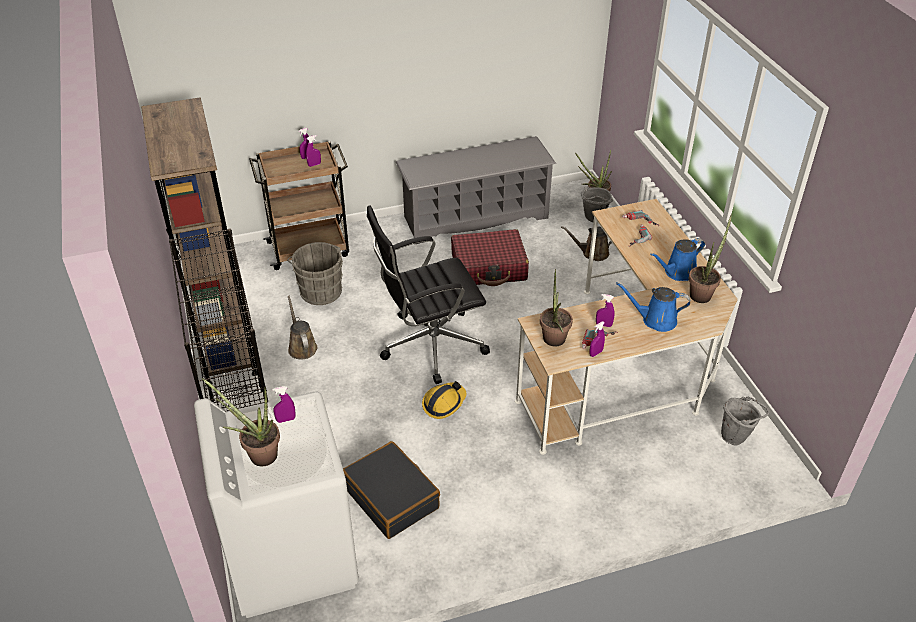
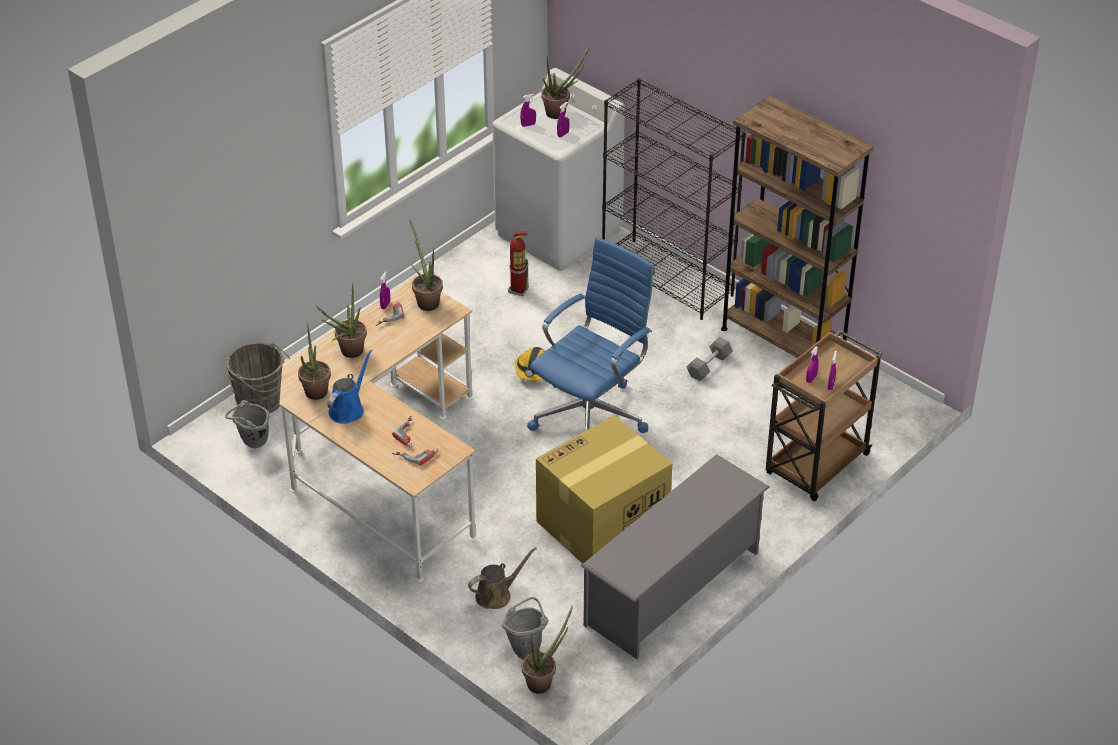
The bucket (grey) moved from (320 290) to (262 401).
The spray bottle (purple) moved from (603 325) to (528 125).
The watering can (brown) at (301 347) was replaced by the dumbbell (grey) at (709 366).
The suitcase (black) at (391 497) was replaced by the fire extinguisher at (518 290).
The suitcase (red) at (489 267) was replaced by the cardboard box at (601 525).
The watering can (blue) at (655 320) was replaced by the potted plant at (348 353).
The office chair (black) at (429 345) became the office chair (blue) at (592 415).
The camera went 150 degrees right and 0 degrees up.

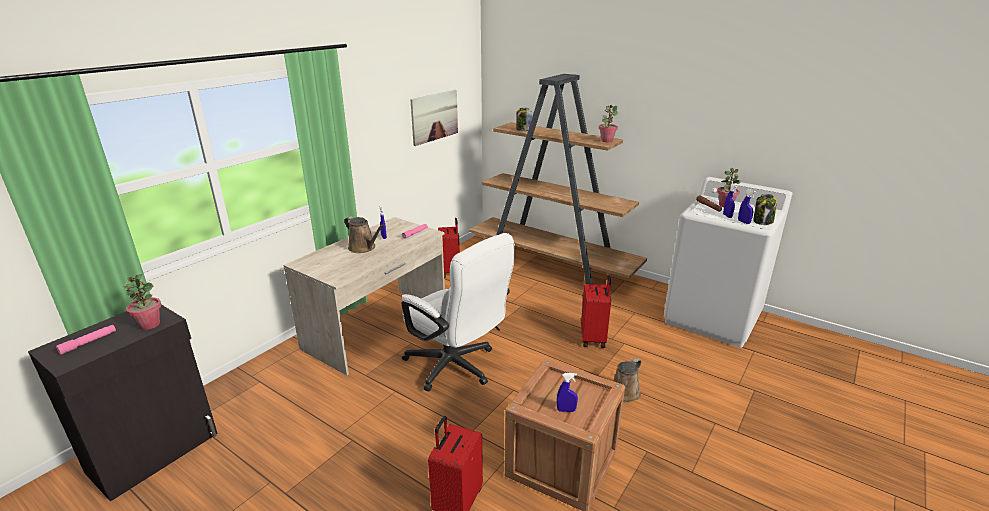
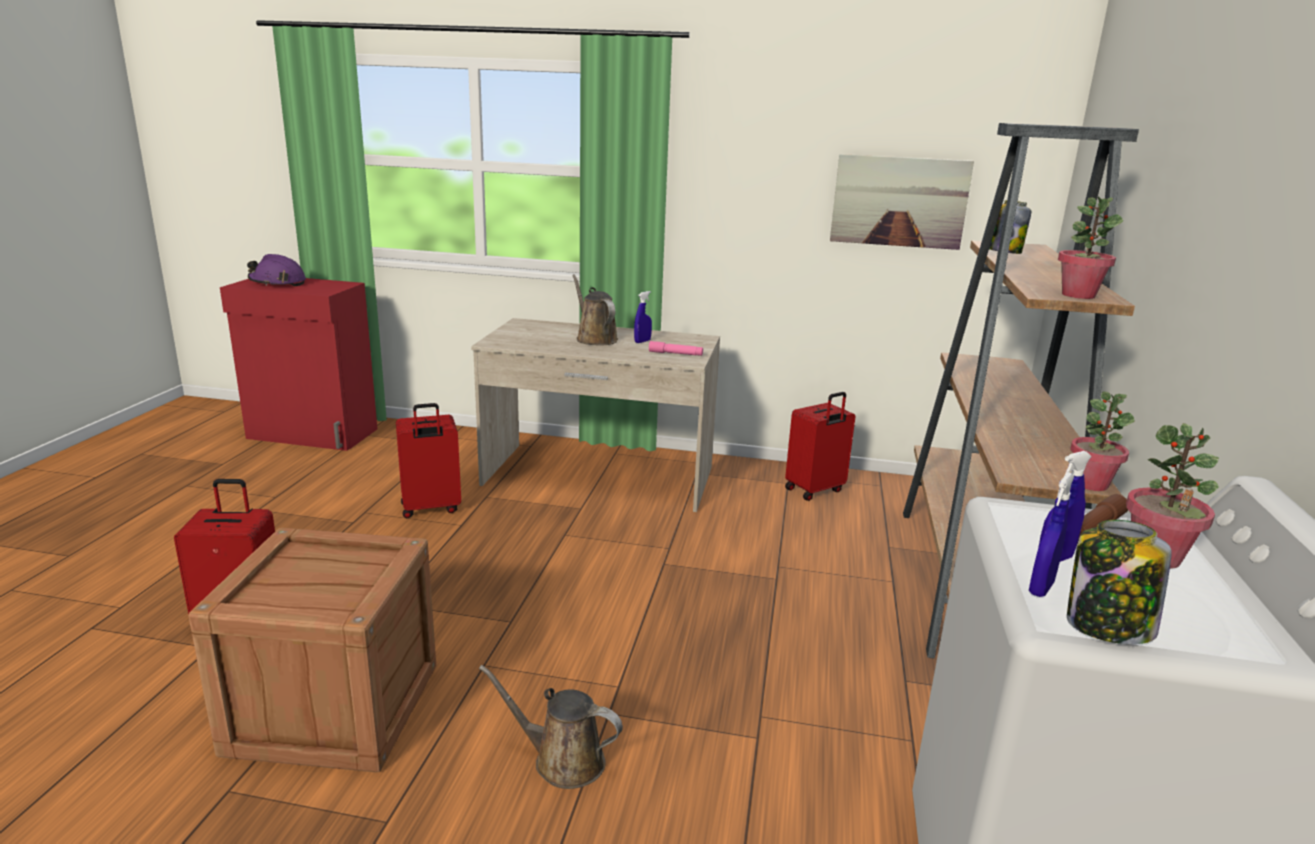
The office chair (white) at (456 368) disappeared.
The spray bottle (blue) at (566 410) disappeared.
The potted plant moved from (150 324) to (1091 484).
The suitcase (red) moved from (594 339) to (430 508).
The flashlight (pink) at (88 342) was replaced by the hard hat (purple) at (277 283).
The cabinet (black) at (156 452) became the cabinet (red) at (312 434).
The watering can (brown) at (363 248) turned 135 degrees clockwise.
The camera went 65 degrees right and 5 degrees down.

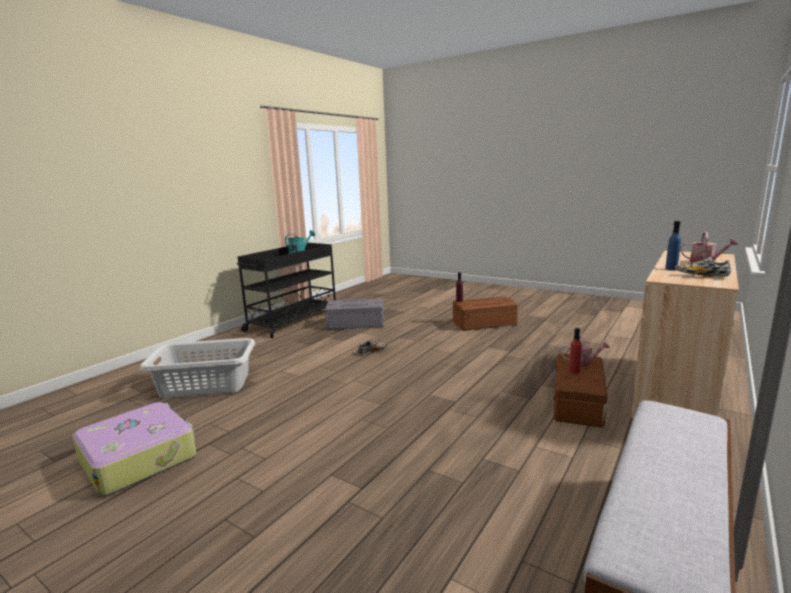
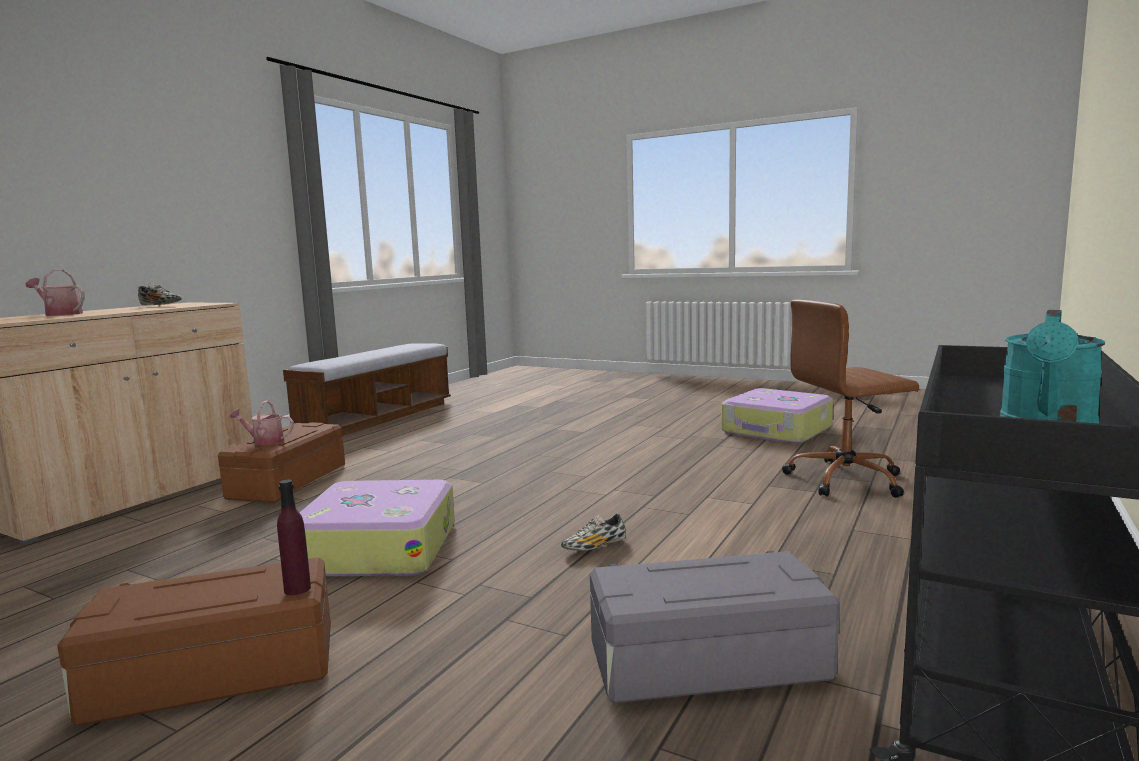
The bottle (red) at (574 371) disappeared.
The bottle (blue) at (671 269) disappeared.
The suitcase at (377 547) appeared.
The laundry basket (grey) at (206 385) was replaced by the office chair (brown) at (847 479).
The camera went 175 degrees right and 5 degrees down.

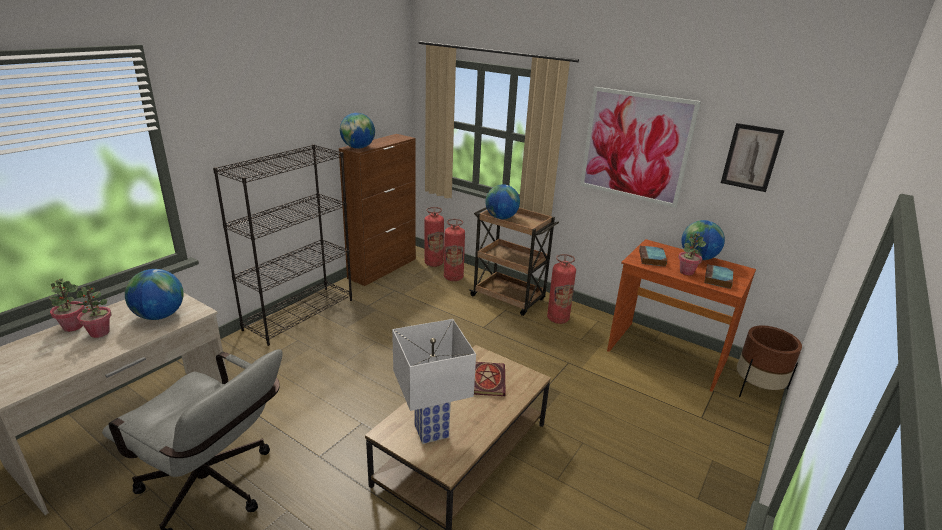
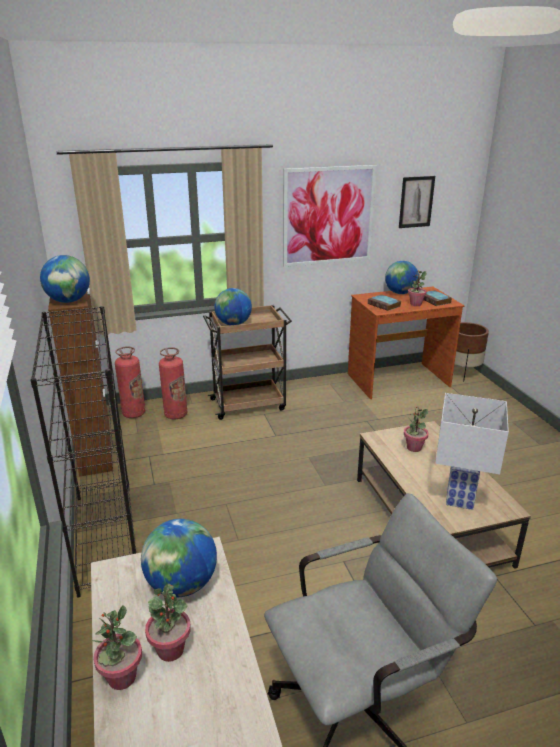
The fire extinguisher at (558 319) disappeared.
The book at (487 379) was replaced by the potted plant at (414 448).
The camera went 50 degrees left and 0 degrees up.

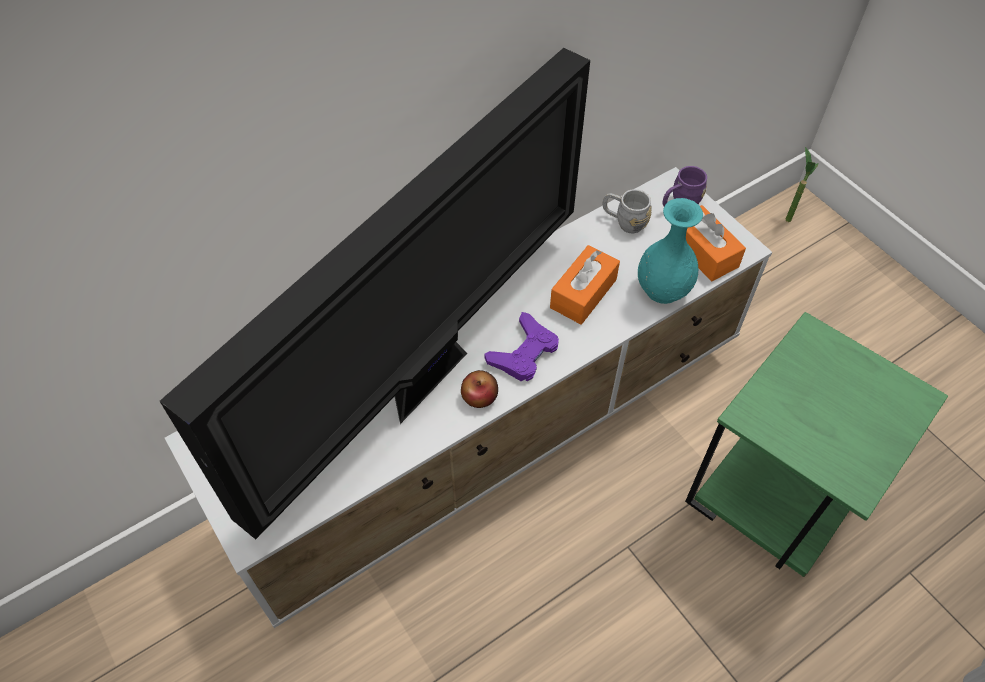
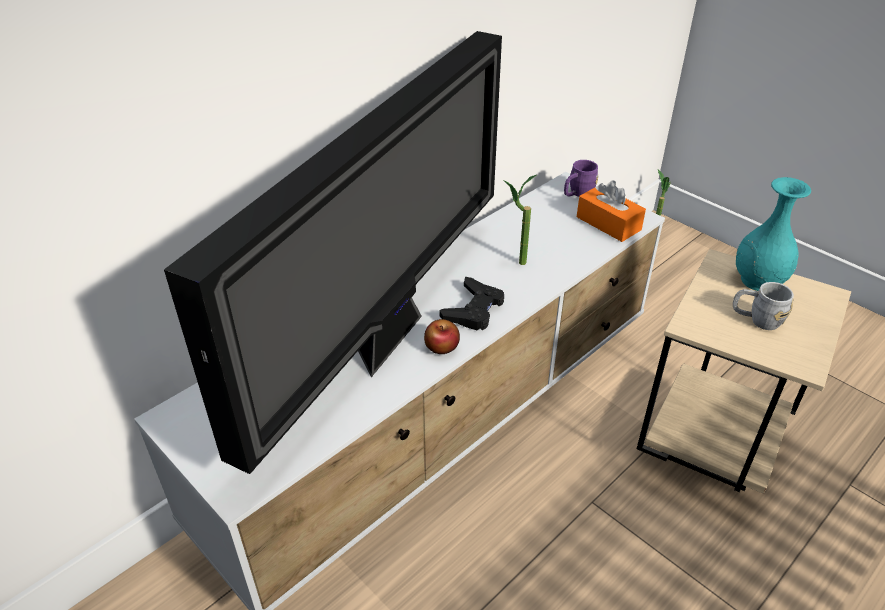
The mug (grey) moved from (624 221) to (756 319).
The vase (turquoise) moved from (663 289) to (758 280).
The tissue box (orange) at (583 293) was replaced by the potted plant at (514 262).
The game controller (purple) at (524 353) became the game controller (black) at (474 309).
The side table (green) at (770 503) became the side table (beige) at (709 446).
The camera went 10 degrees left and 15 degrees down.

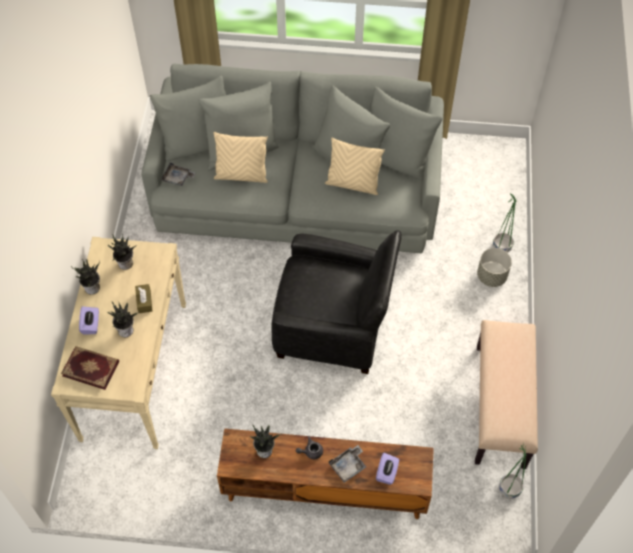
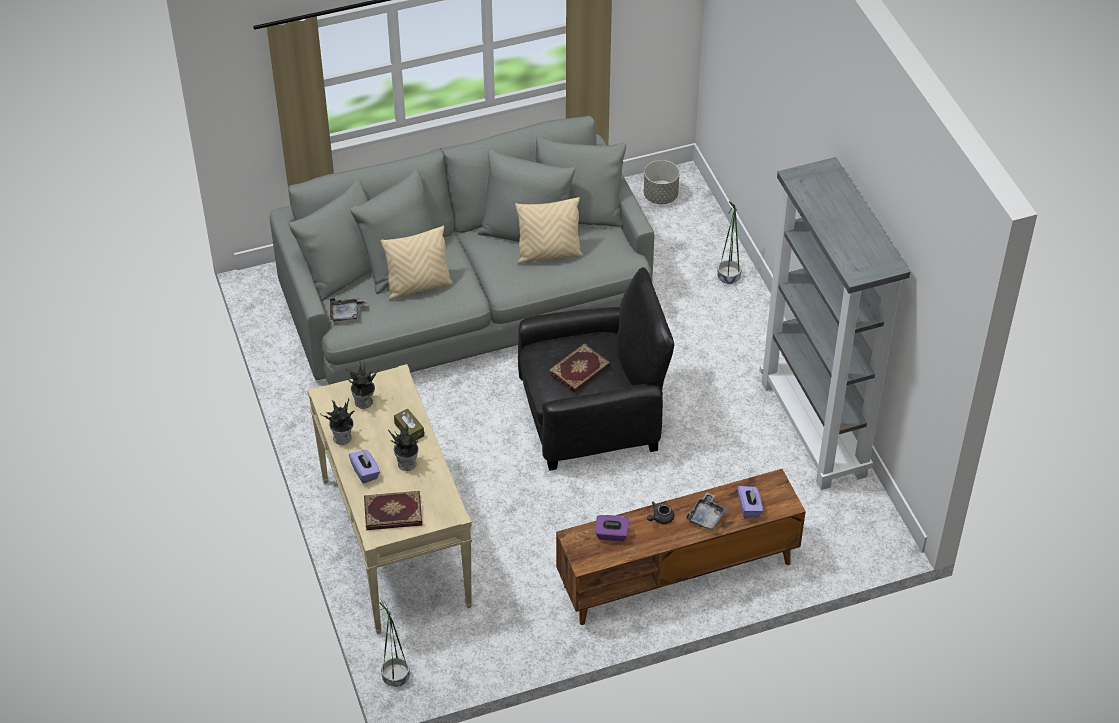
The book at (580 370) appeared.
The planter (grey) moved from (492 276) to (661 196).
The planter (green) moved from (509 488) to (395 676).
The potted plant at (264 450) was replaced by the tissue box (purple) at (611 535).
The bench (beige) at (501 406) was replaced by the bookcase (grey) at (815 429).
The camera went 25 degrees left and 10 degrees down.

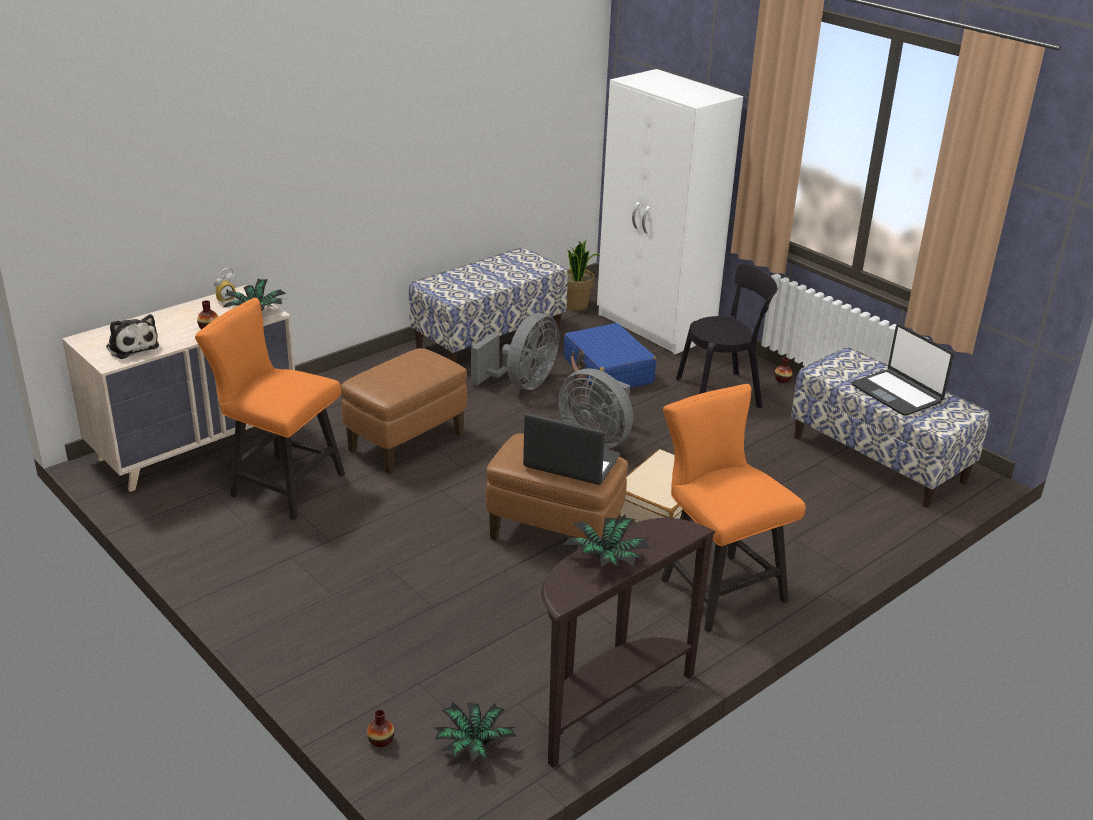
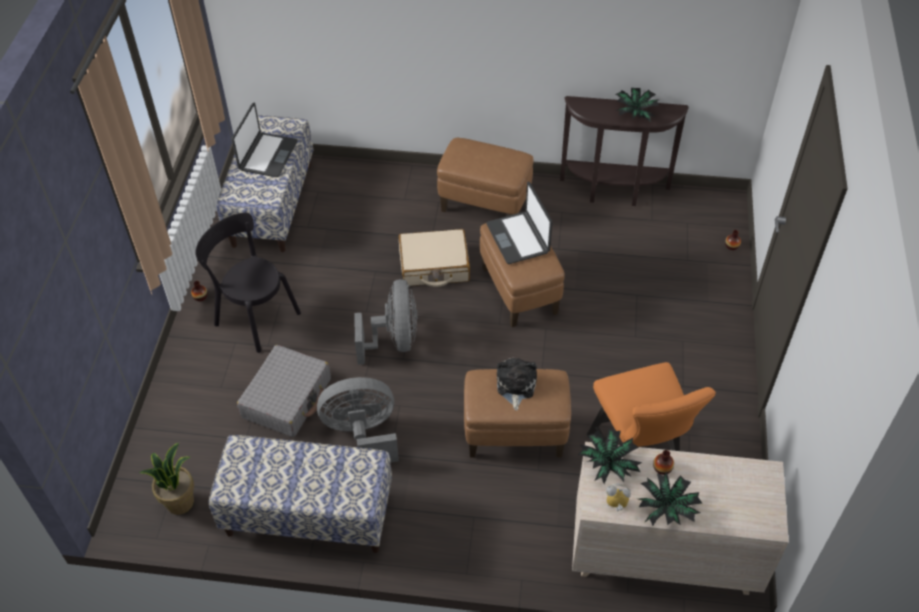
The wardrobe (white) at (655 327) disappeared.
The plush toy moved from (132 346) to (515 386).
The potted plant moved from (473 745) to (667 509).
The chair (orange) at (716 586) was replaced by the ottoman (brown) at (484 205).
The suitcase (blue) at (608 371) became the suitcase (grey) at (287 398).
The camera went 130 degrees left and 20 degrees up.

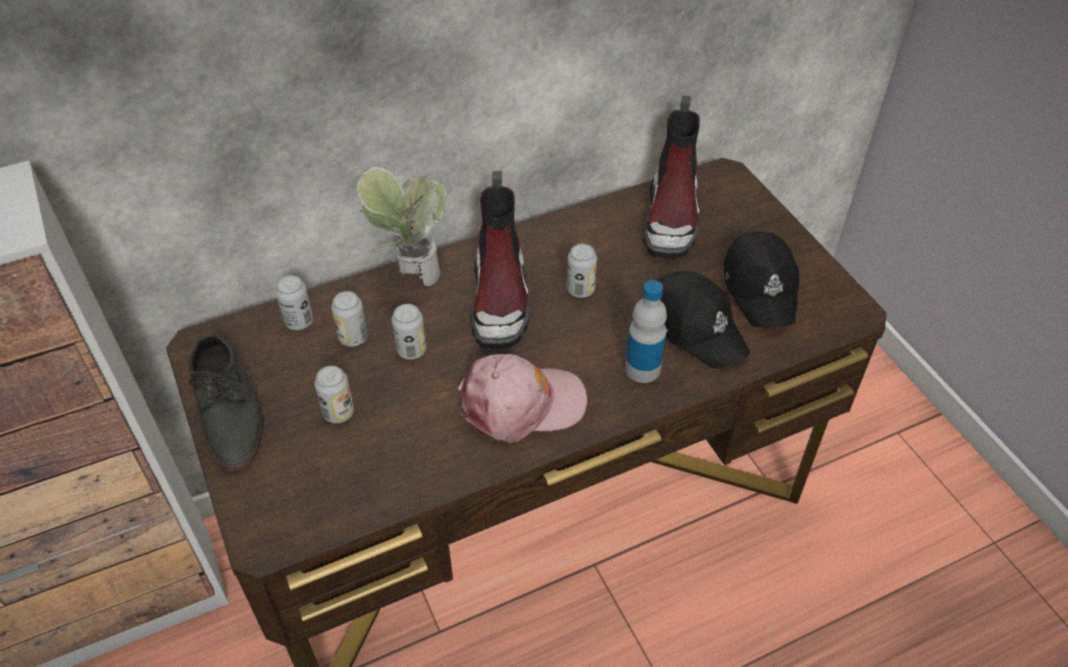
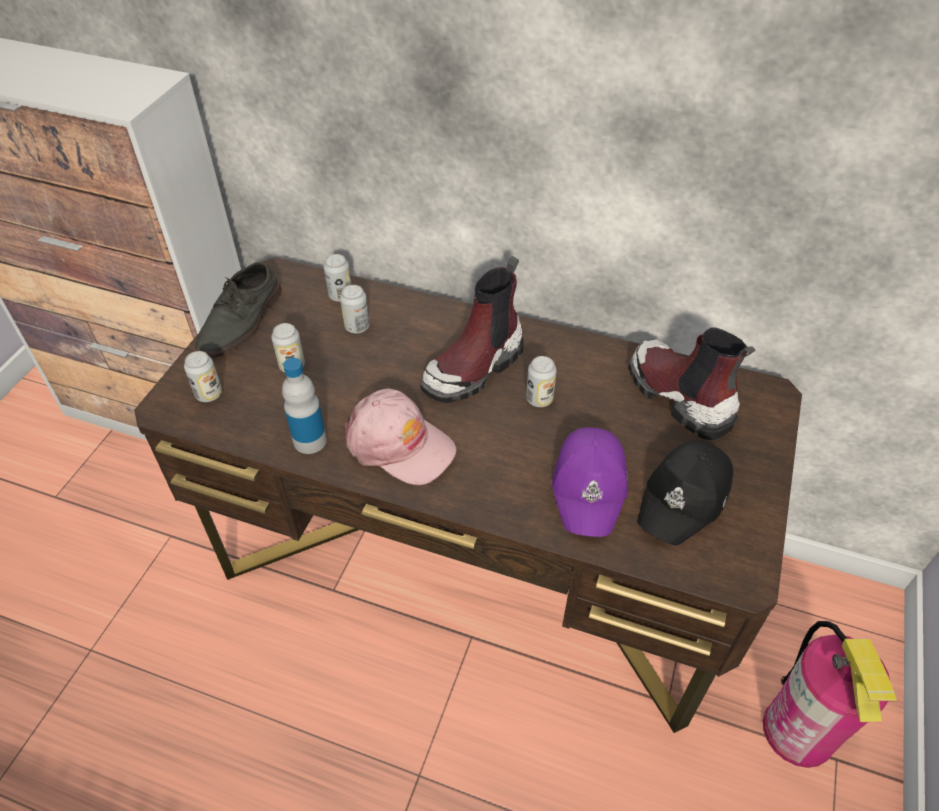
The potted plant at (410 273) disappeared.
The fire extinguisher at (799 731) appeared.
The can moved from (411 350) to (209 394).
The bottle moved from (642 369) to (310 440).
The cap (black) at (695 326) became the cap (purple) at (590 487).
The boot at (671 219) turned 90 degrees clockwise.
The camera went 45 degrees right and 0 degrees up.

